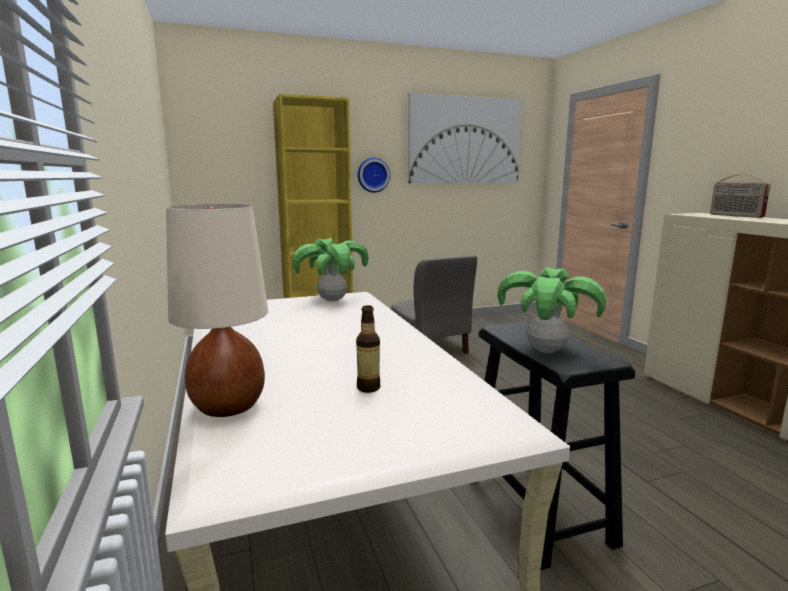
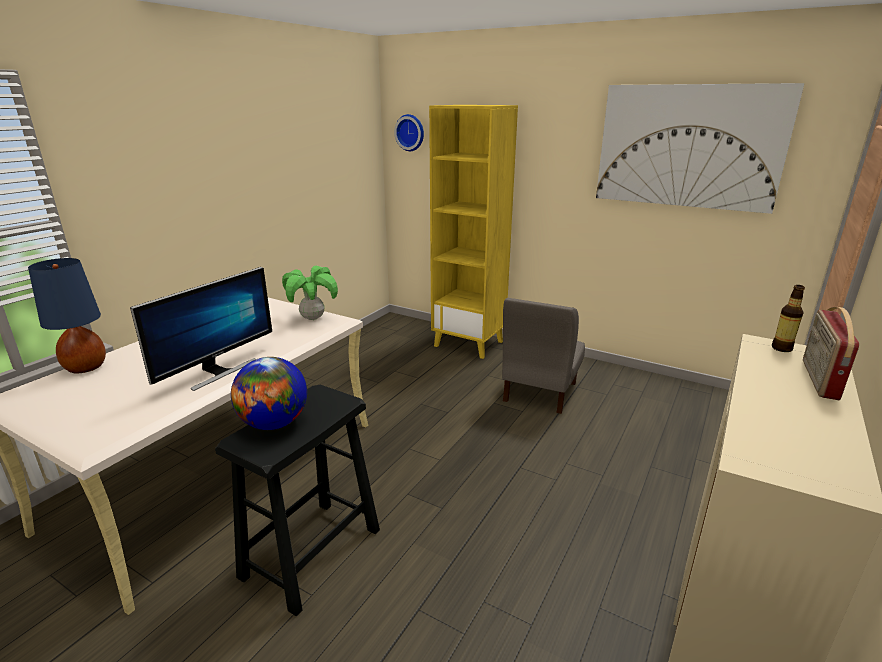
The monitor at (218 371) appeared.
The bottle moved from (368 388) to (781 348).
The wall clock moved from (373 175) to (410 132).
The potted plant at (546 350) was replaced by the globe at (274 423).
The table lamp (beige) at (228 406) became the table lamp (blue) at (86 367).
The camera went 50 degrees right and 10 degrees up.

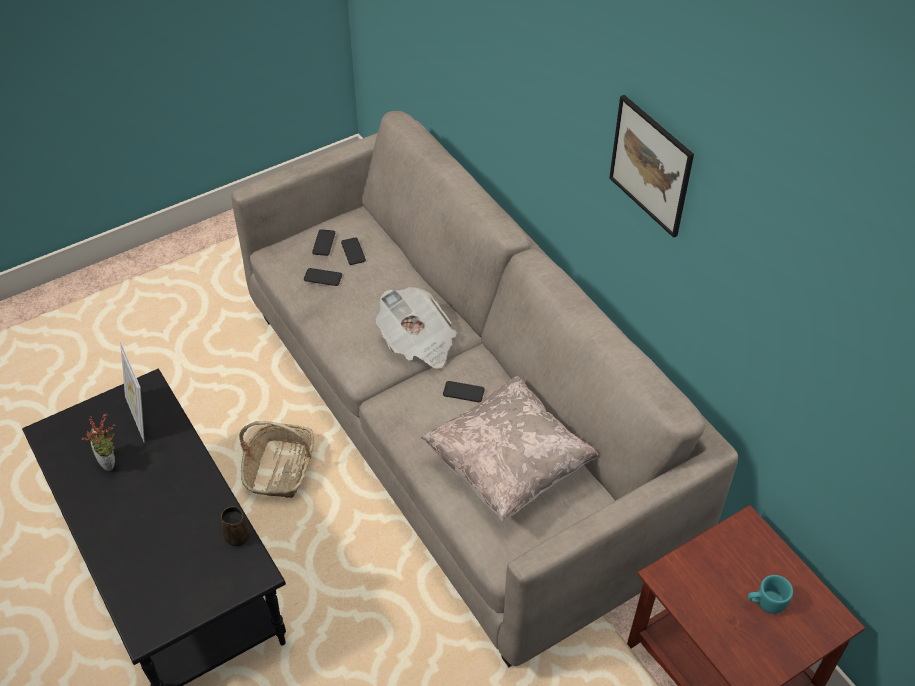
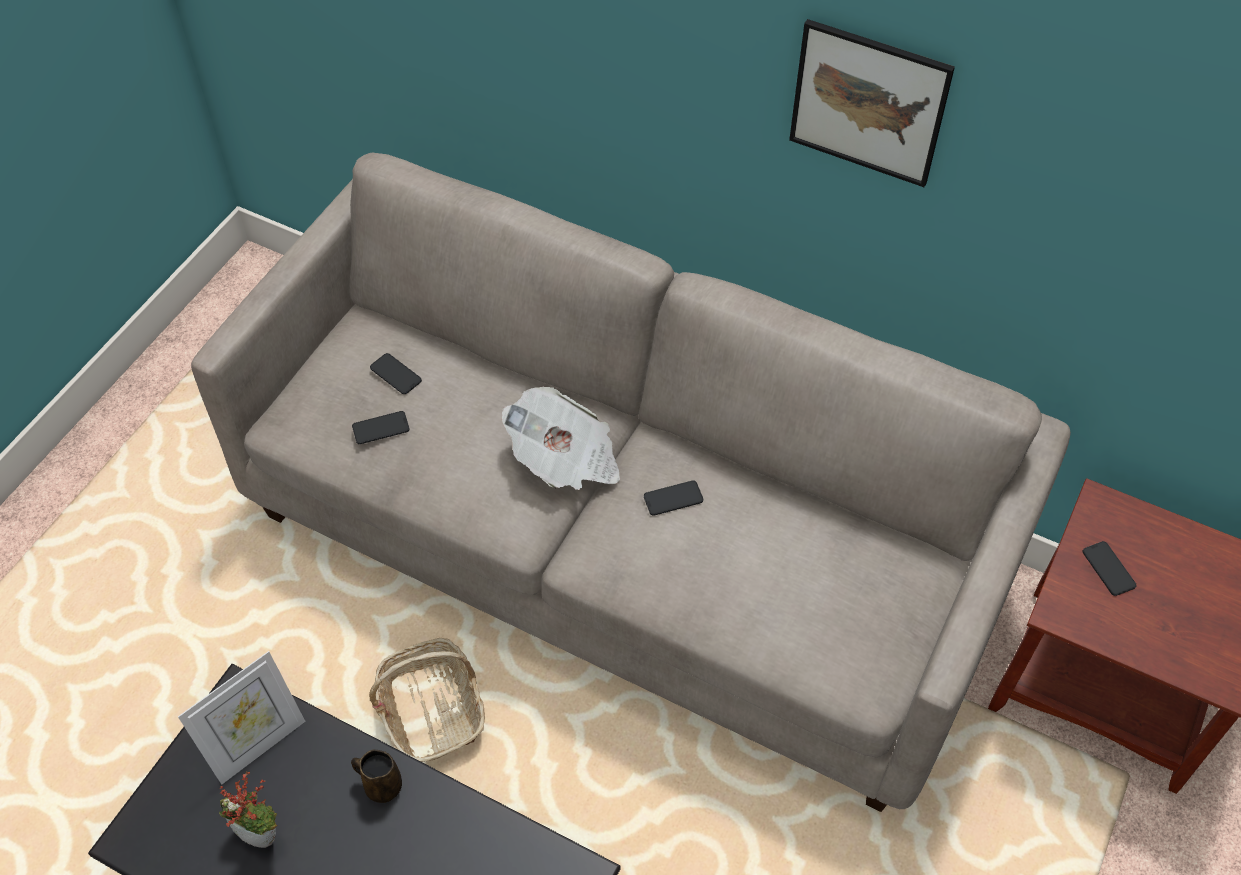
The pillow (beige) at (508 466) disappeared.
The mug (turquoise) at (765 602) disappeared.
The mug (brown) moved from (237 535) to (381 786).
The phone moved from (324 243) to (1108 569).
The picture frame at (141 416) turned 75 degrees counterclockwise.
The camera went 30 degrees left and 5 degrees up.

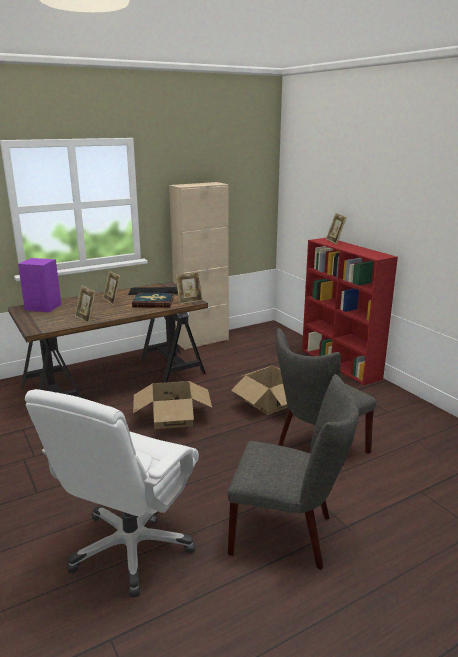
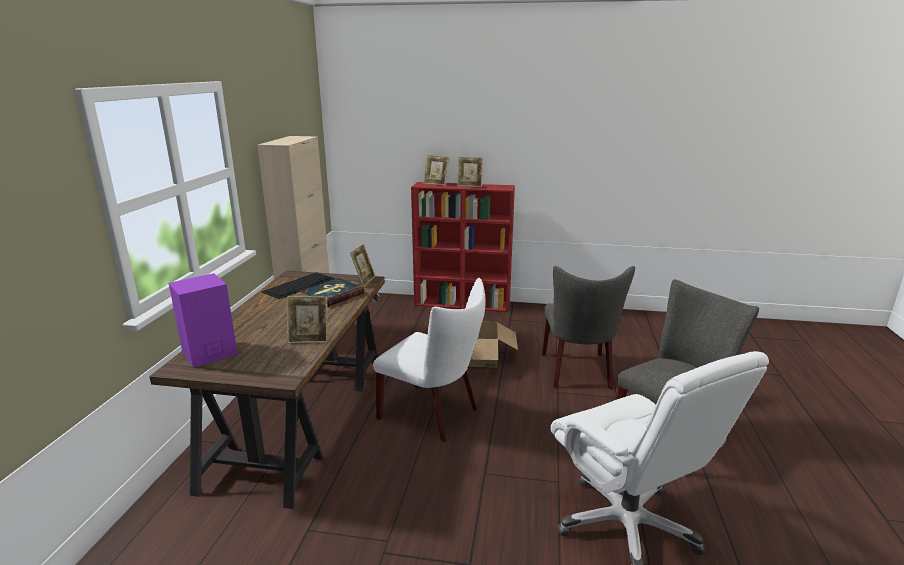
The picture frame moved from (112 301) to (469 186).
The cardboard box at (172 417) was replaced by the chair (white) at (434 414).
The camera went 50 degrees left and 0 degrees up.

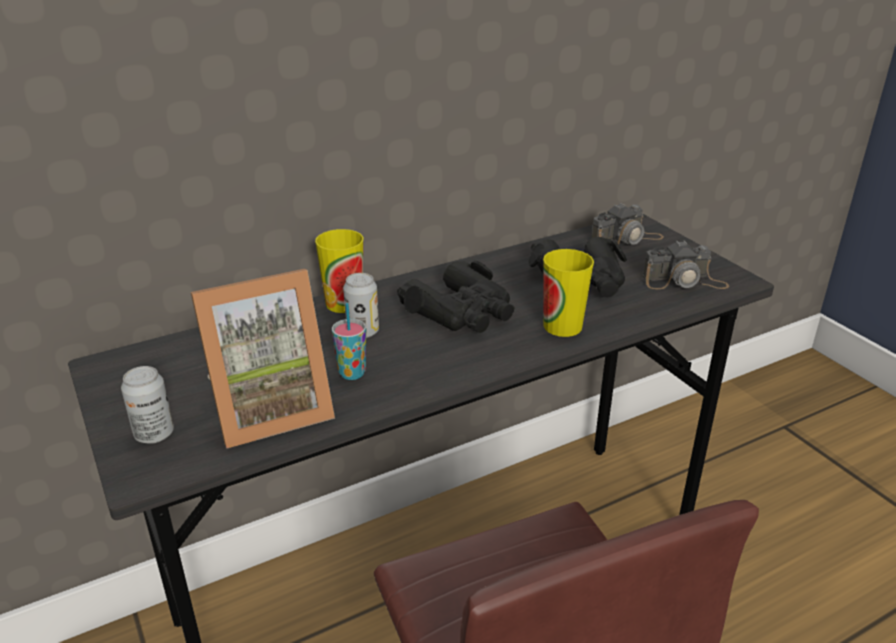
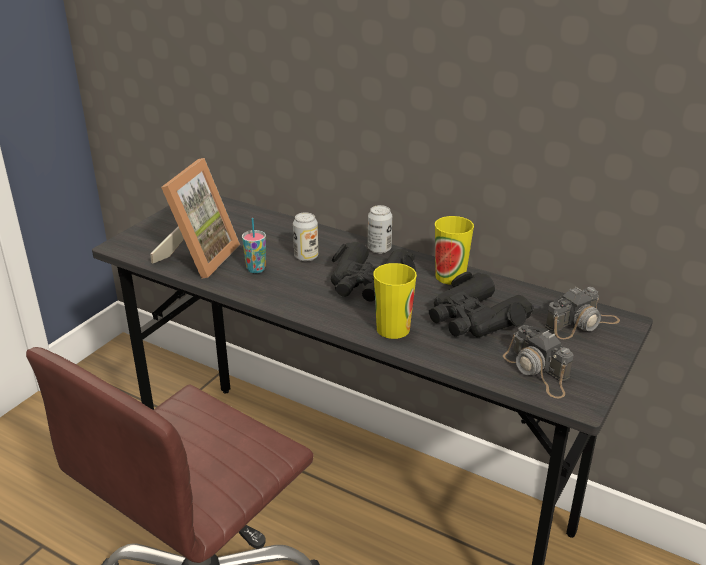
The can moved from (154 434) to (379 249).
The cup moved from (344 303) to (450 276).
The picture frame at (269 410) turned 105 degrees counterclockwise.
The photo camera at (627 239) turned 60 degrees counterclockwise.
The camera went 60 degrees right and 0 degrees up.

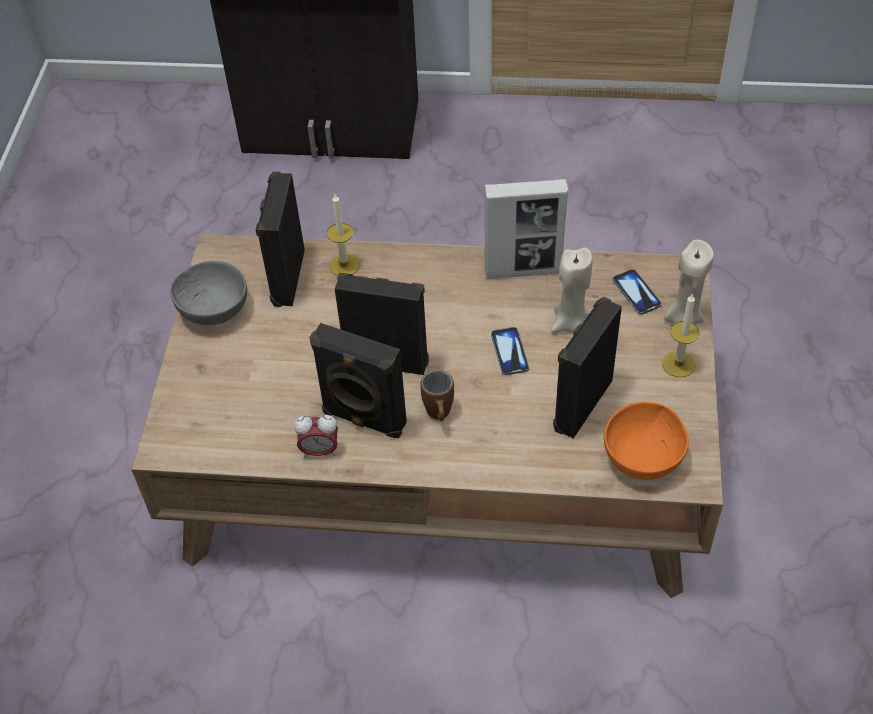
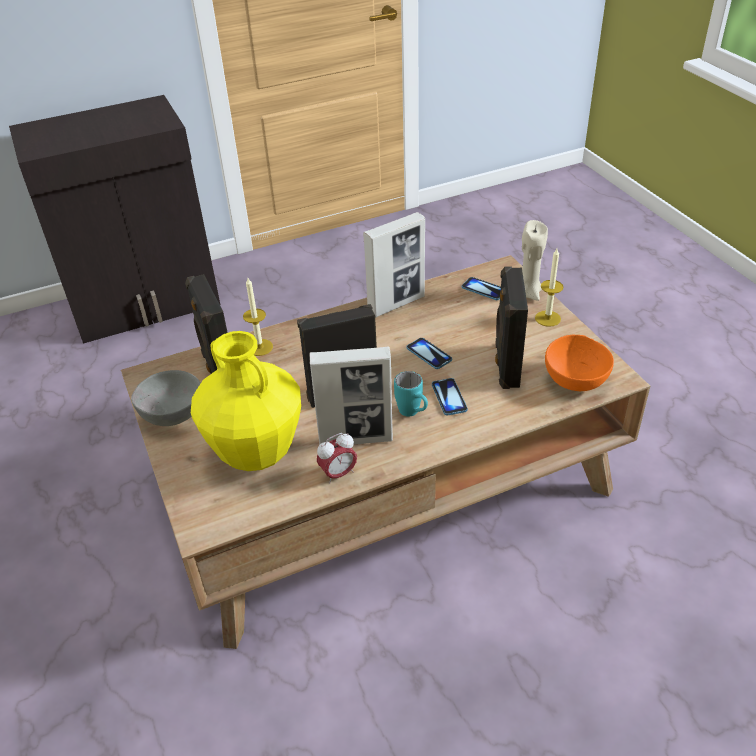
The candle (beige) at (570 323) disappeared.
The vase (yellow) at (255 453) appeared.
The phone at (449 397) appeared.
The speaker (black) at (363 419) was replaced by the picture frame at (356 439).
The mug (brown) at (439 417) became the mug (turquoise) at (413 413).
The camera went 30 degrees left and 10 degrees down.

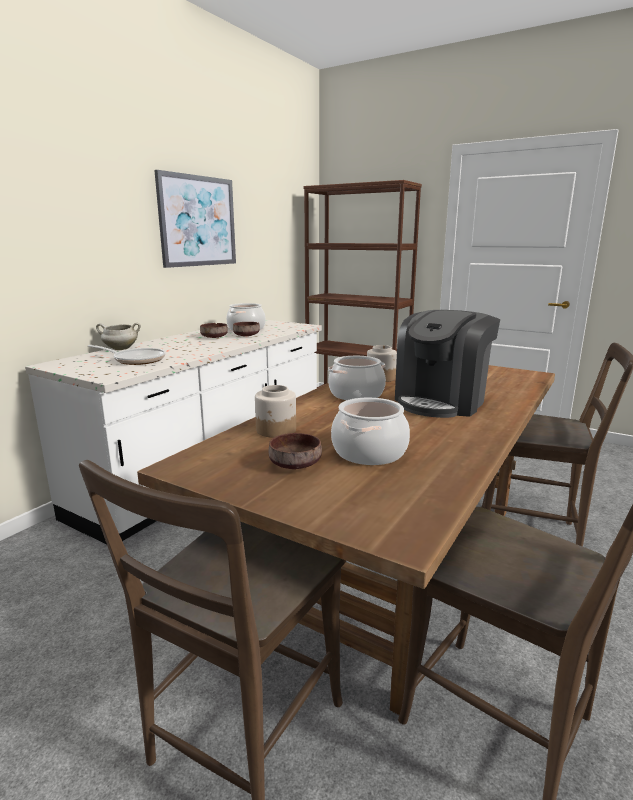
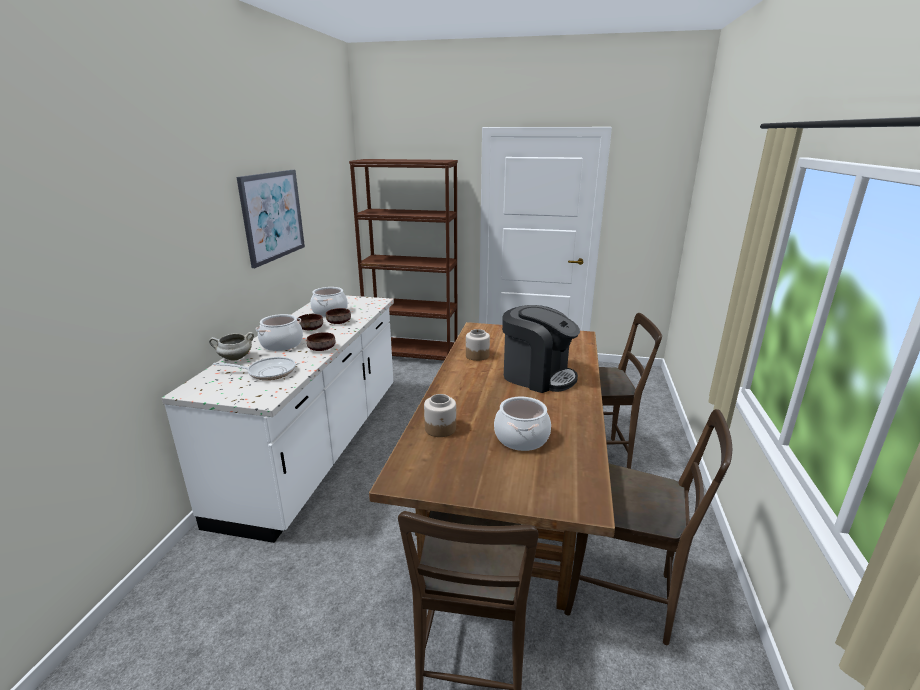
The bowl (brown) moved from (295 464) to (321 348).
The cooking pot moved from (356 395) to (282 344).
The coffee machine at (441 401) turned 75 degrees counterclockwise.
The camera went 20 degrees left and 5 degrees up.

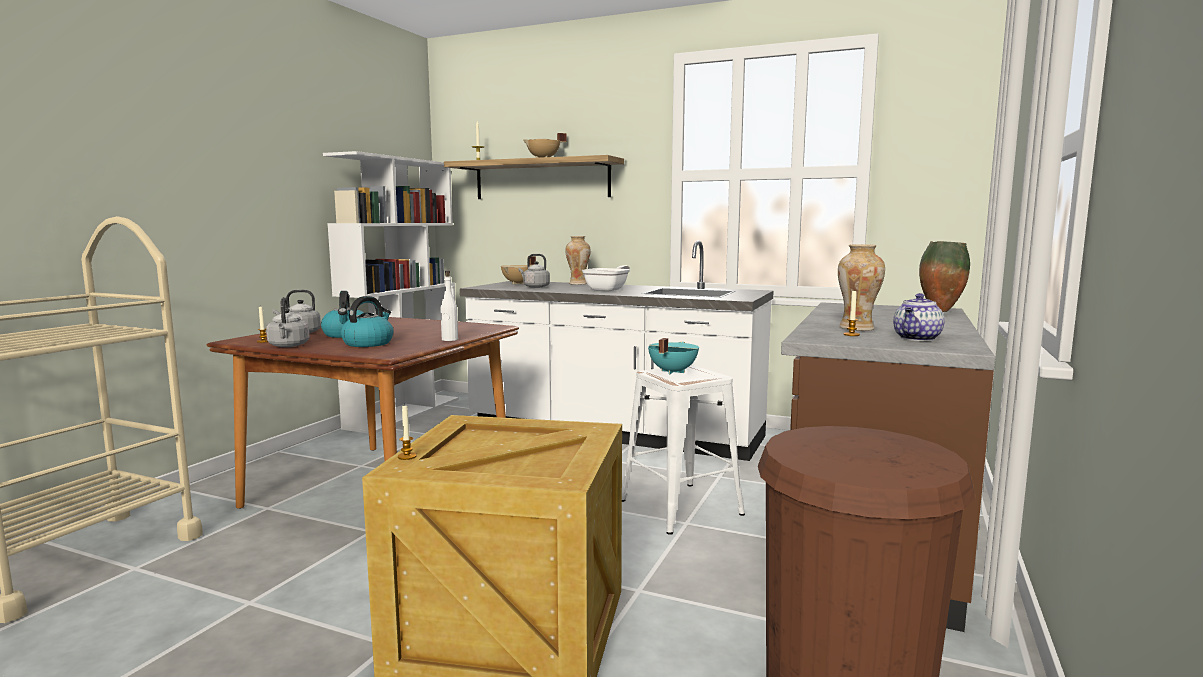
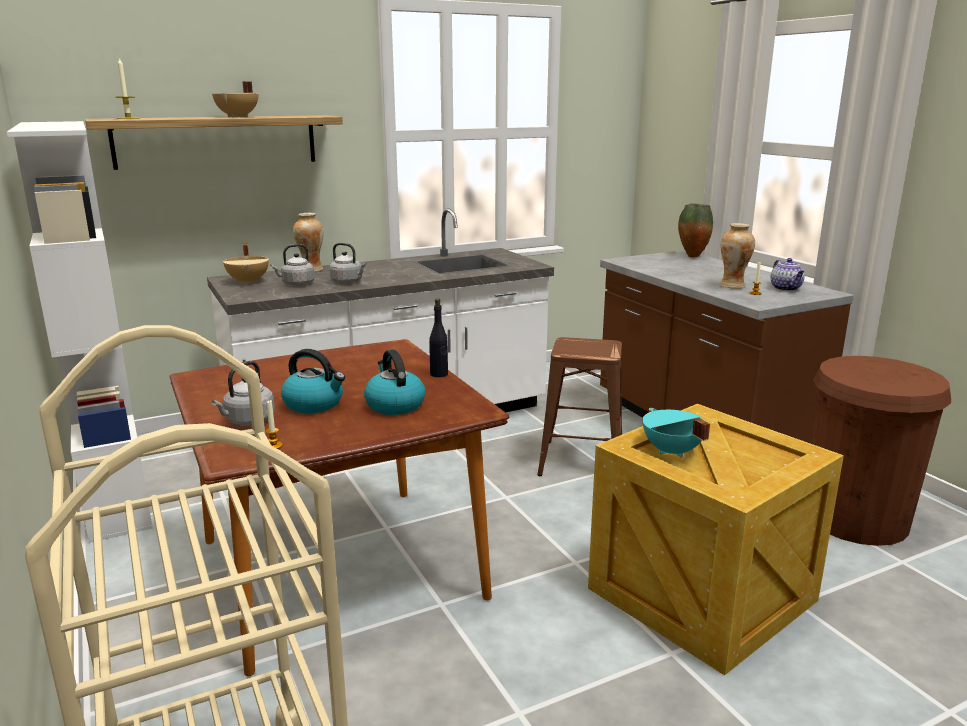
The candle at (407 456) disappeared.
The frying pan at (609 289) disappeared.
The kettle (grey) moved from (288 346) to (348 282).
The cooking pot (turquoise) moved from (671 372) to (671 451).
The bottle (white) at (449 339) became the bottle (black) at (439 374).
The stool (white) at (681 507) became the stool (brown) at (581 460).
The camera went 50 degrees left and 10 degrees up.

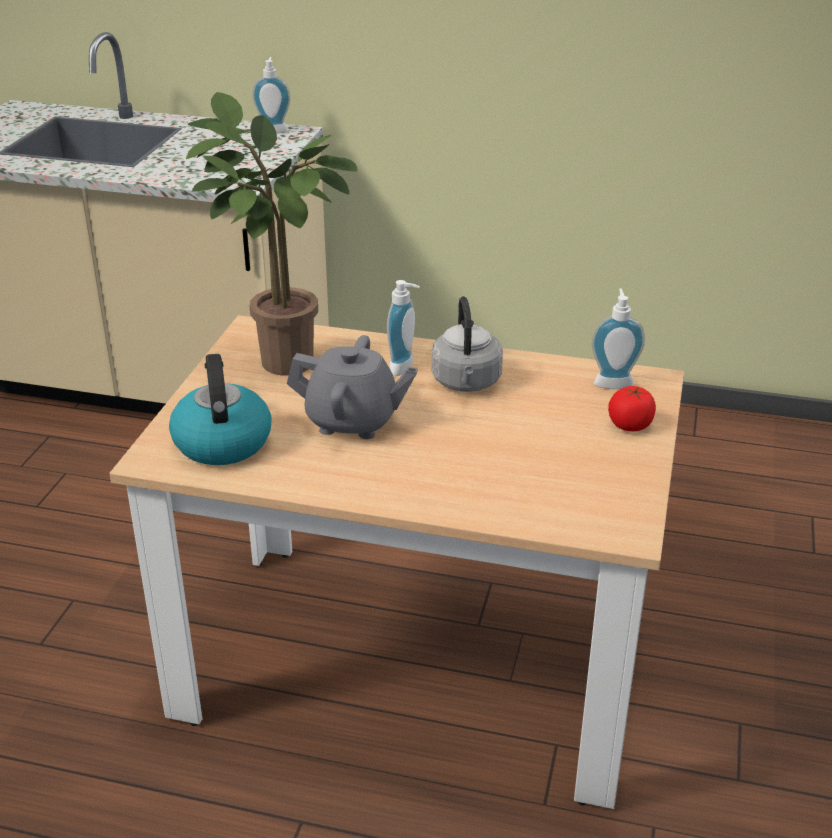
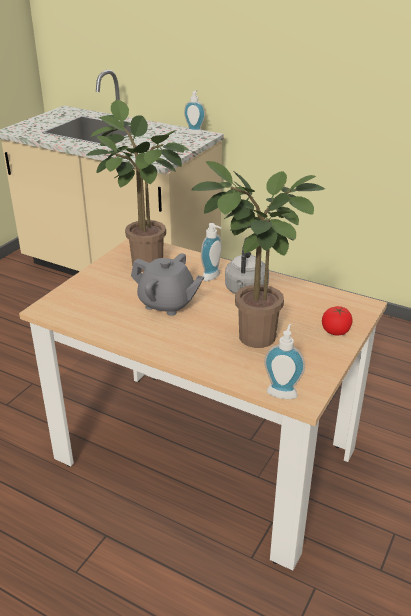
The kettle at (221 441) disappeared.
The potted plant at (254 340) appeared.
The soap dispenser moved from (613 381) to (282 391).
The camera went 15 degrees right and 0 degrees up.

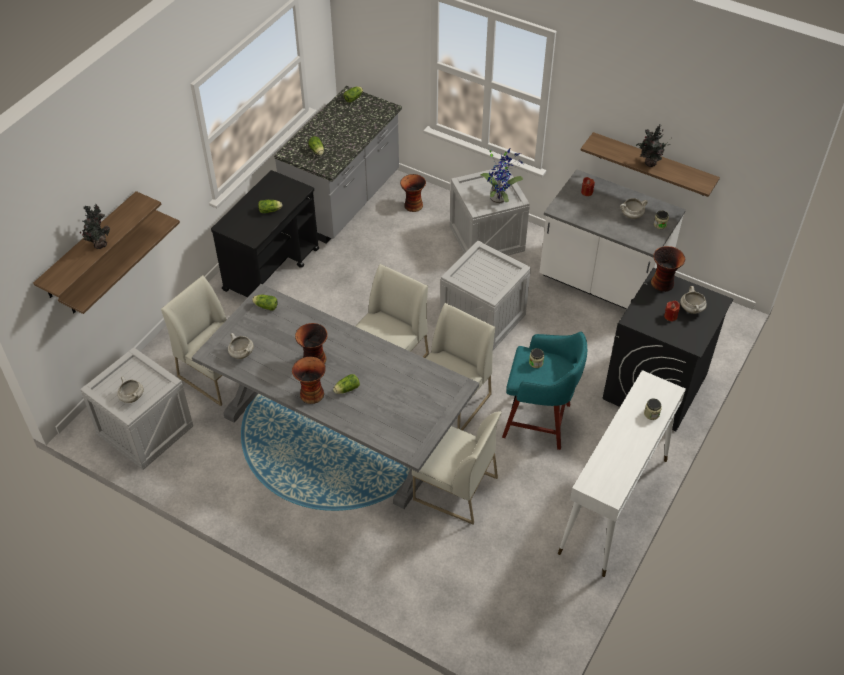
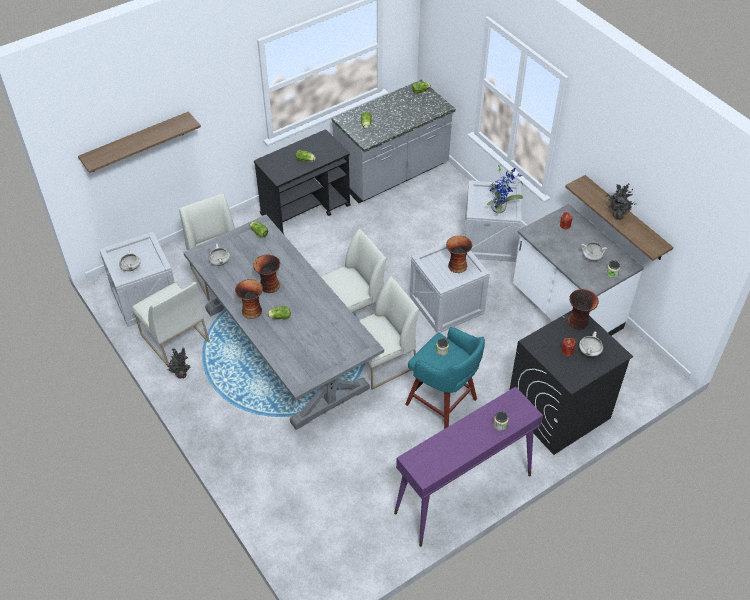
The shelf at (111 263) disappeared.
The potted plant moved from (99 244) to (181 374).
The vase moved from (412 205) to (456 265).
The chair (white) moved from (454 489) to (174 338).
The console table (white) at (613 506) became the console table (purple) at (462 494).
The camera went 25 degrees right and 0 degrees up.

